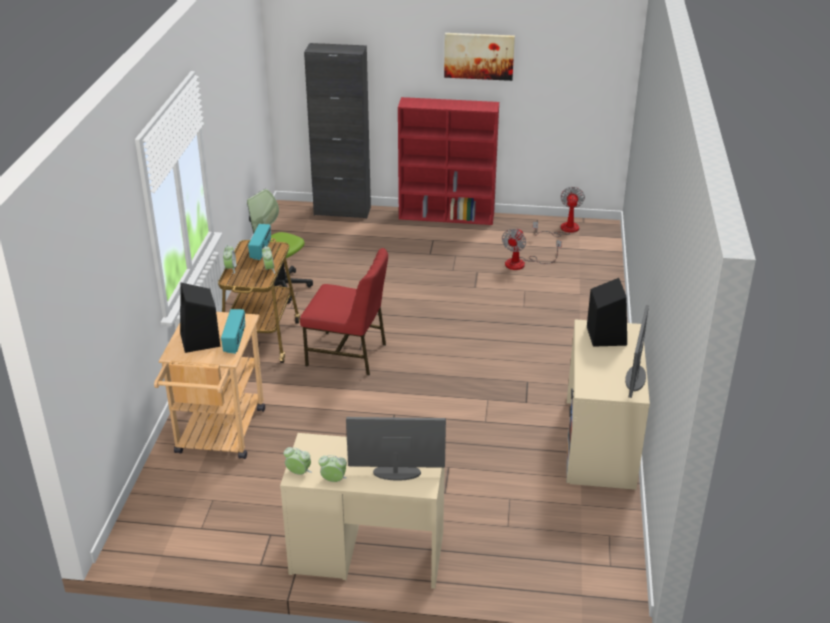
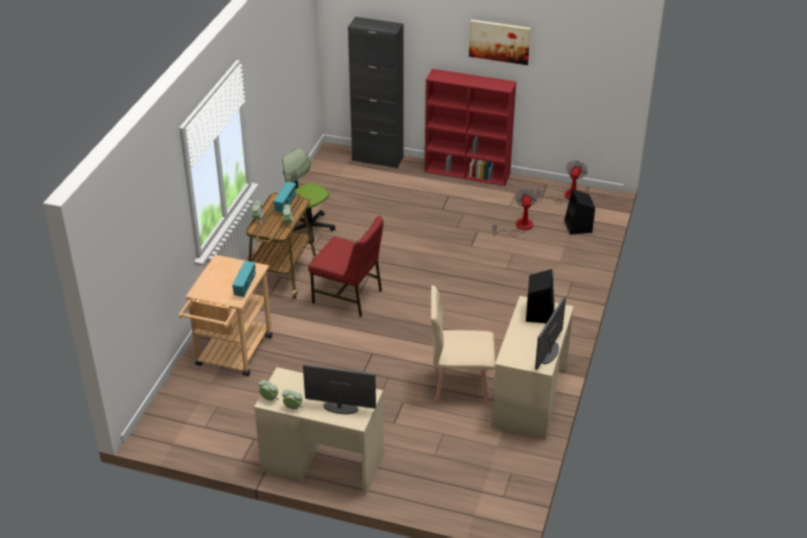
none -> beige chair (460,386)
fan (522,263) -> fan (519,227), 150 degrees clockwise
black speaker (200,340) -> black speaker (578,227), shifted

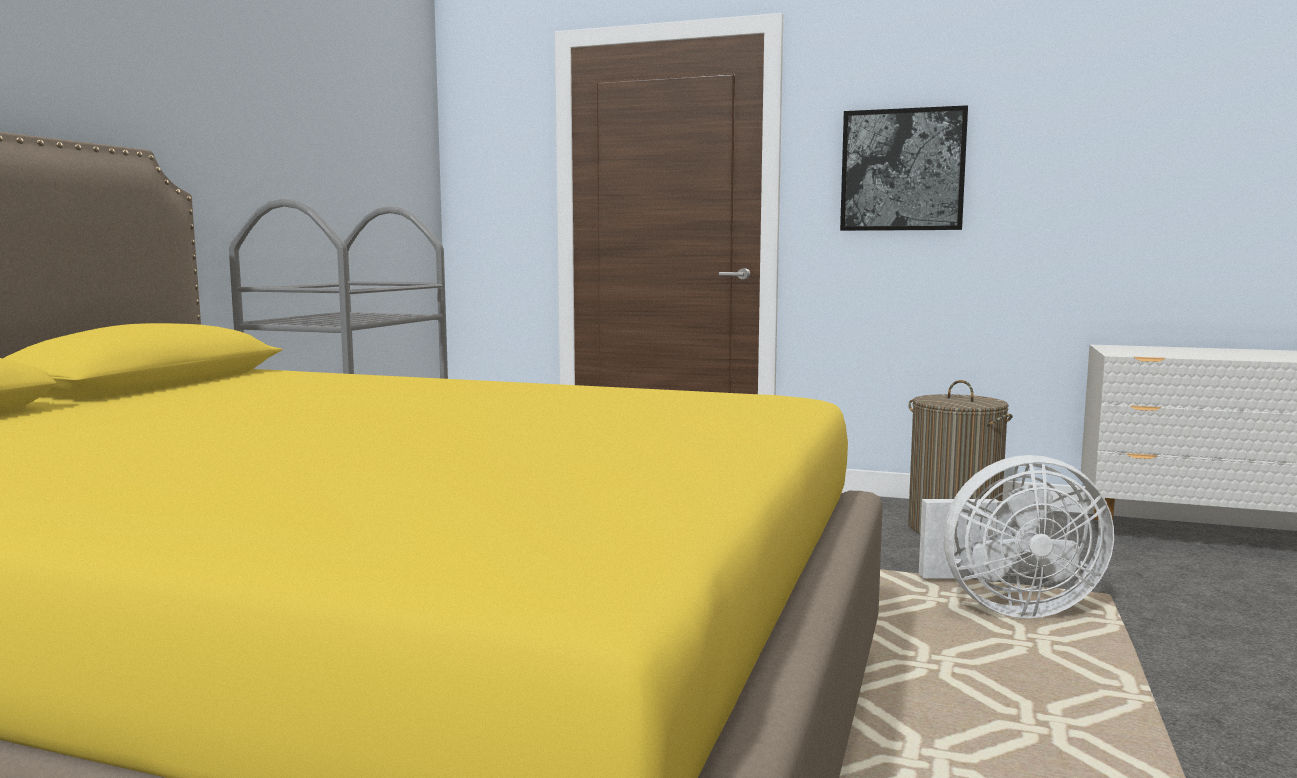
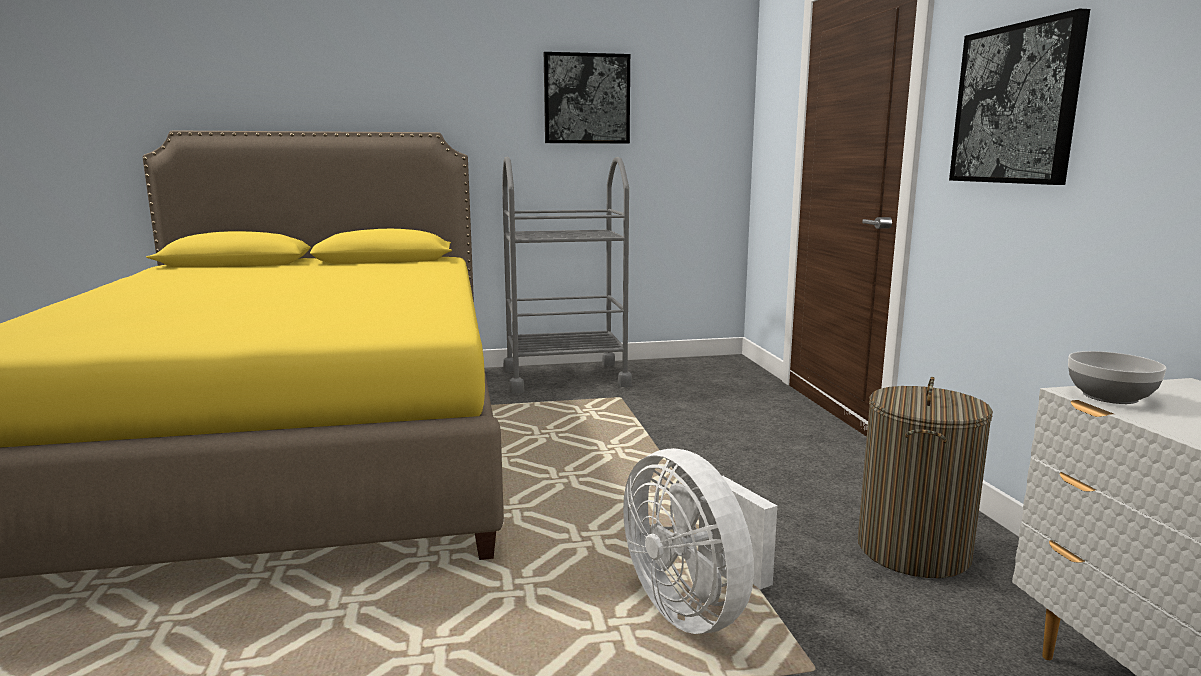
none -> picture (586,99)
none -> bowl (1109,396)

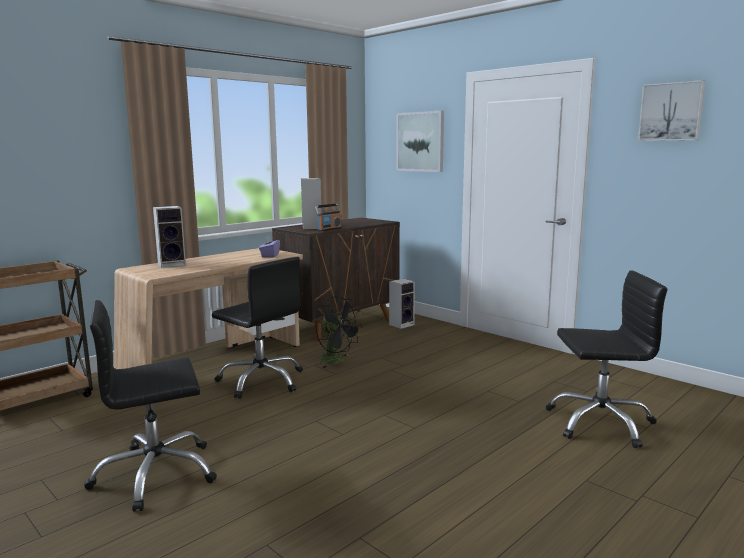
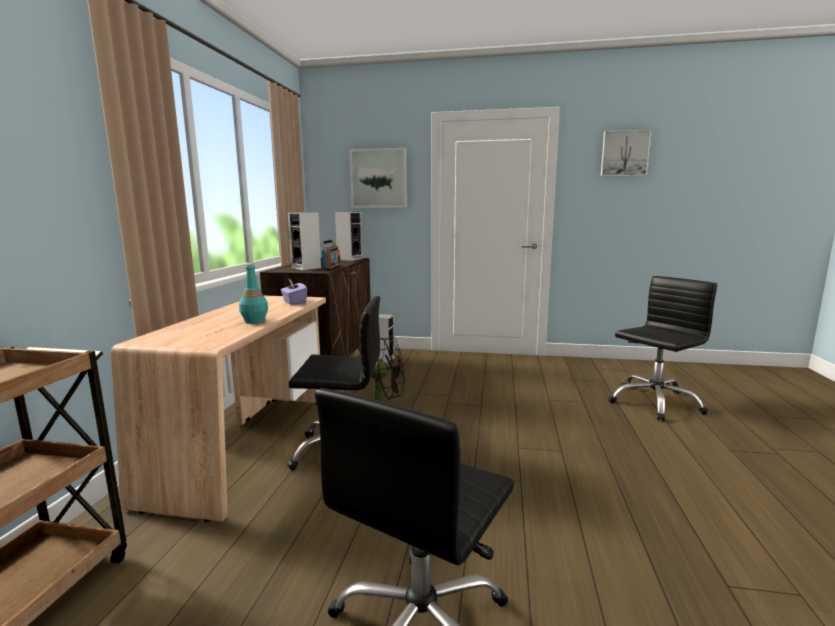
none -> turquoise bottle (255,321)
speaker (172,264) -> speaker (350,259), shifted

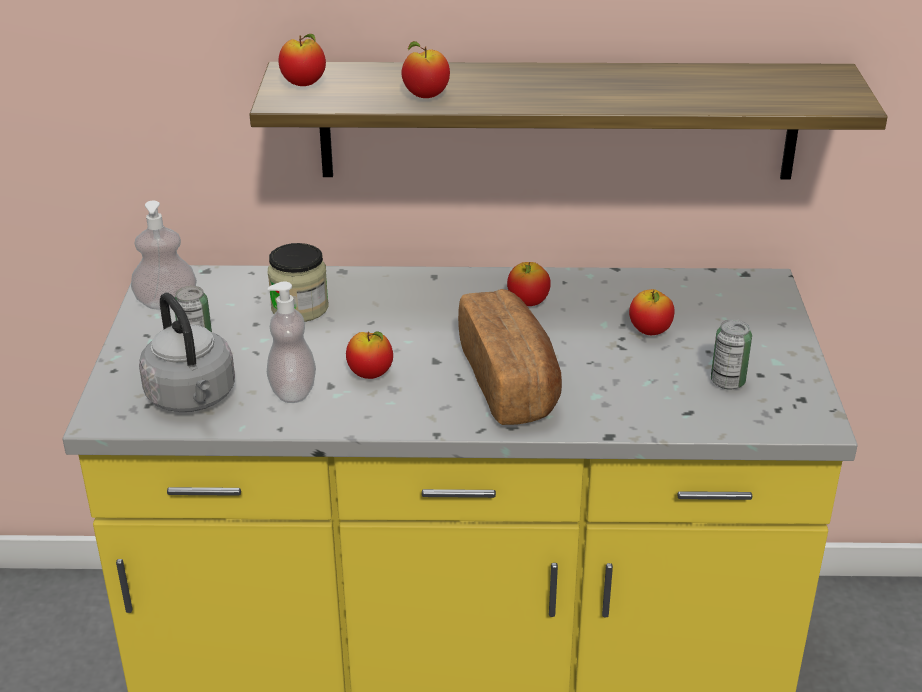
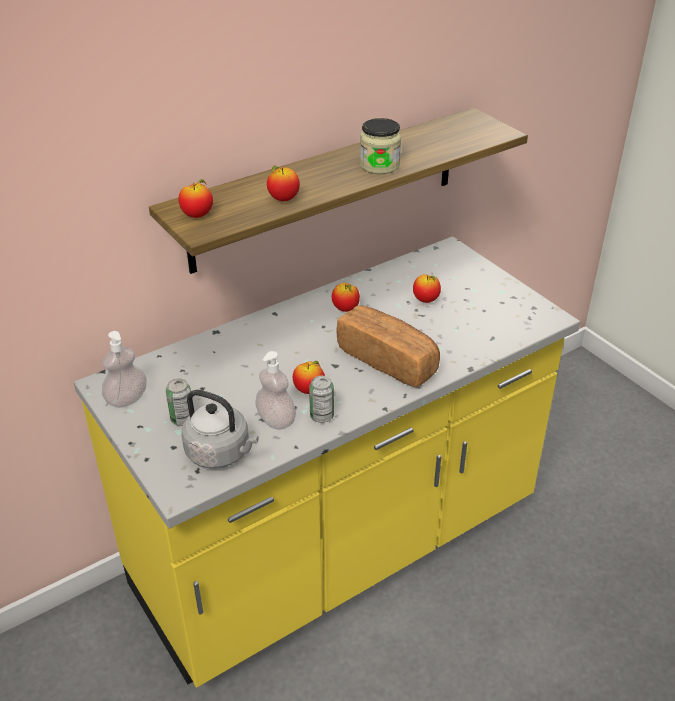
can (727,382) -> can (322,416), shifted
jar (300,308) -> jar (379,165), shifted

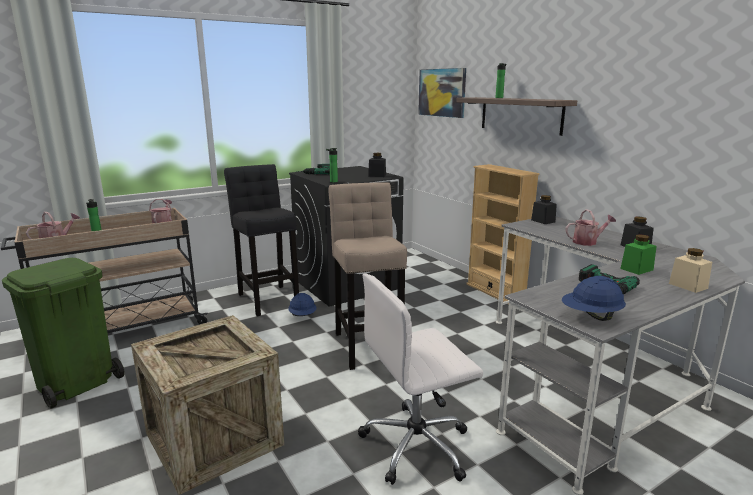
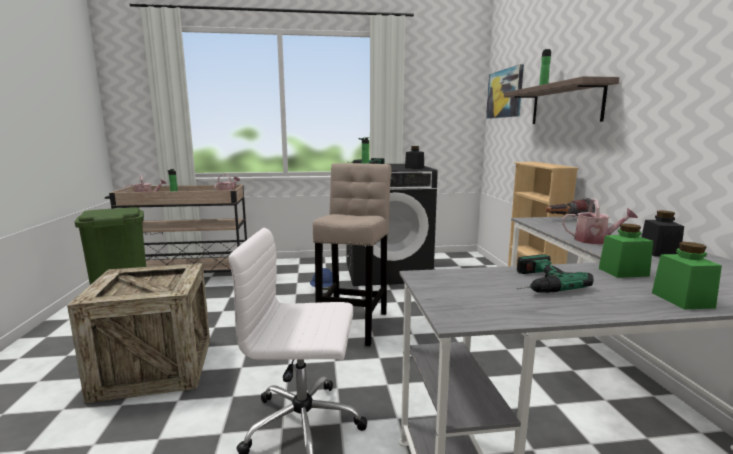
black jar (543,221) -> flashlight (567,219)
beige jar (688,286) -> green jar (682,300)
black stool (268,299) -> none
blue hard hat (591,316) -> none

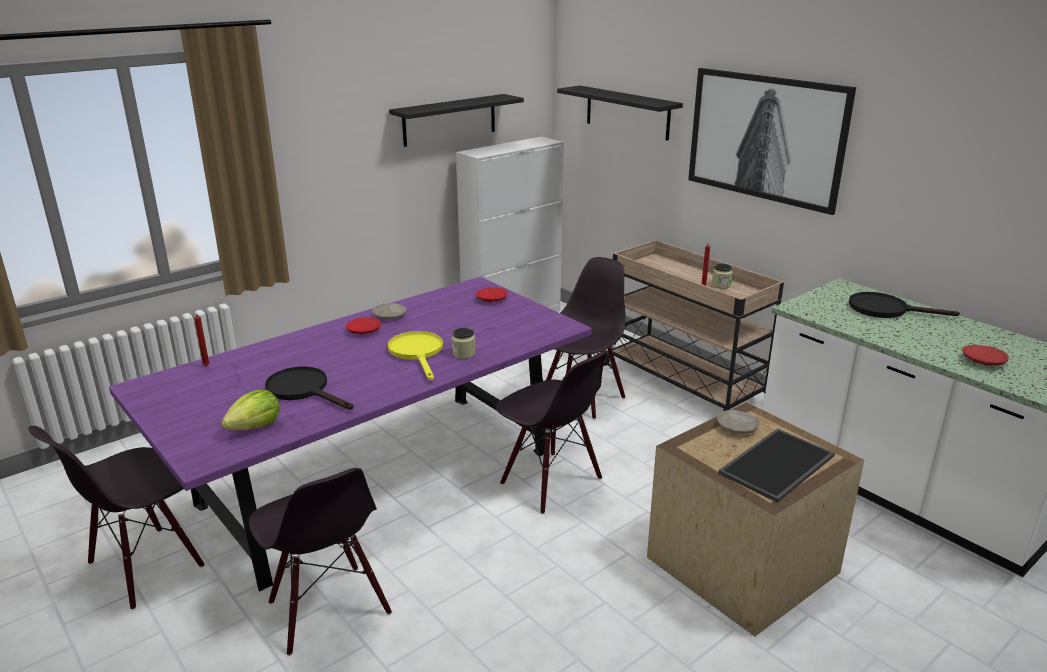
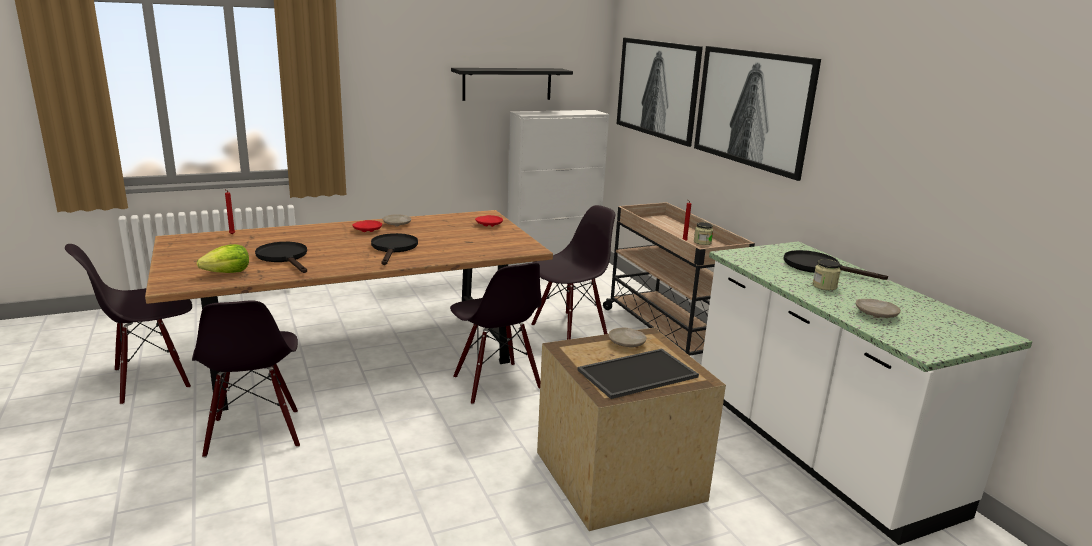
purple dining table (378,477) -> brown dining table (360,355)
yellow frying pan (418,353) -> black frying pan (394,248)
black shelf (627,112) -> picture (658,89)
jar (464,354) -> jar (824,286), shifted
red plate (983,361) -> beige plate (876,314)

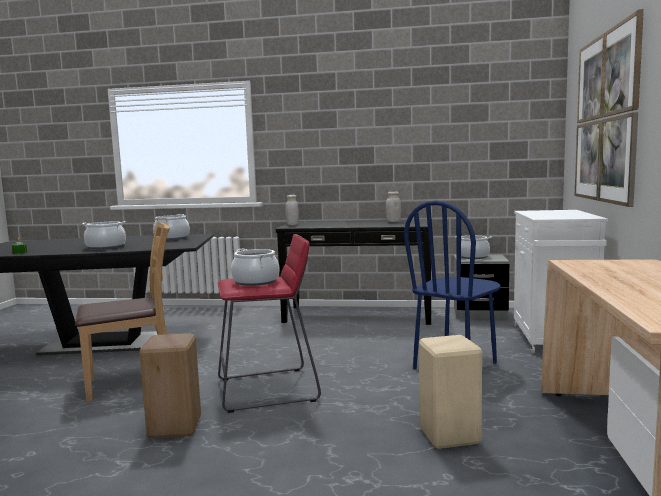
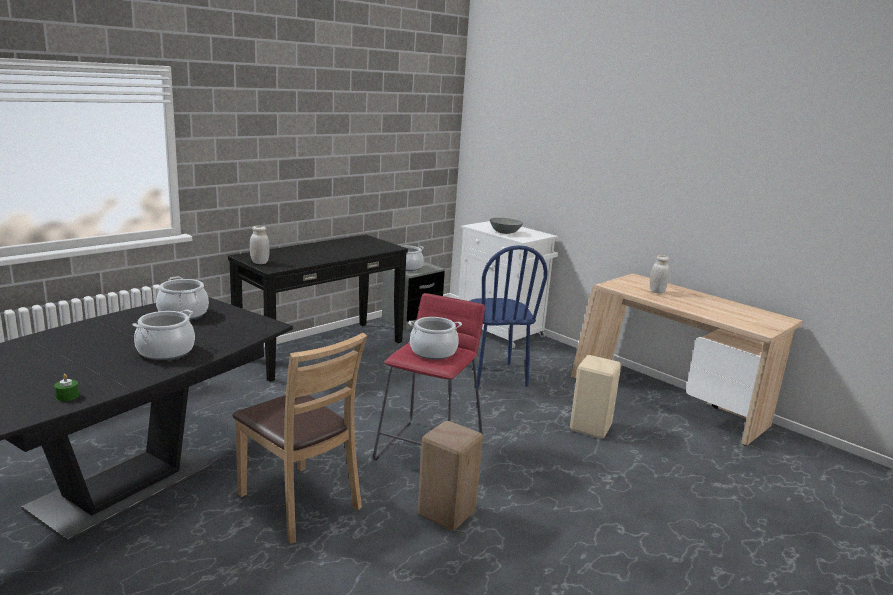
brown chair (133,382) -> brown chair (299,502), 120 degrees clockwise
none -> grey bowl (505,232)
white jar (393,221) -> white jar (656,291), shifted
picture (606,118) -> none

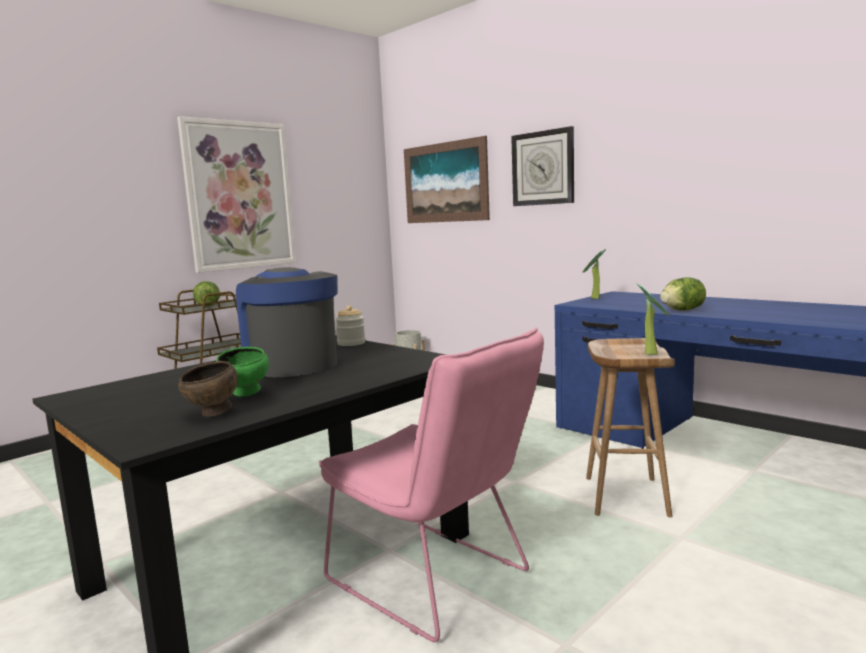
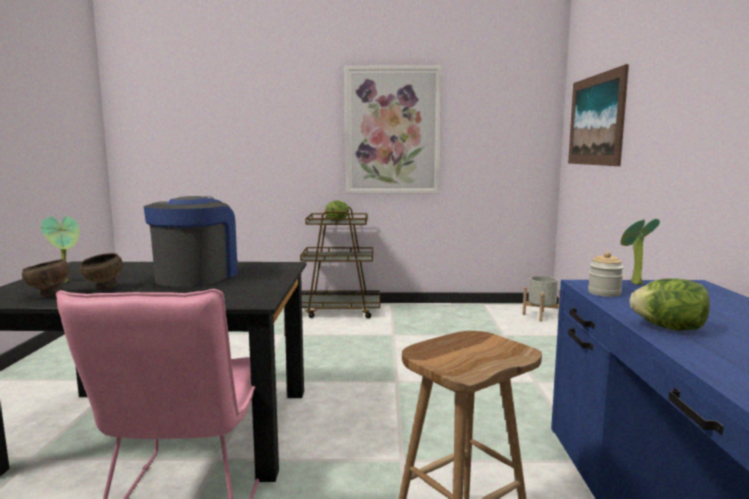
potted plant (652,353) -> potted plant (66,281), shifted
green bowl (246,394) -> brown bowl (104,289)
jar (351,343) -> jar (604,293), shifted
wall clock (543,168) -> none

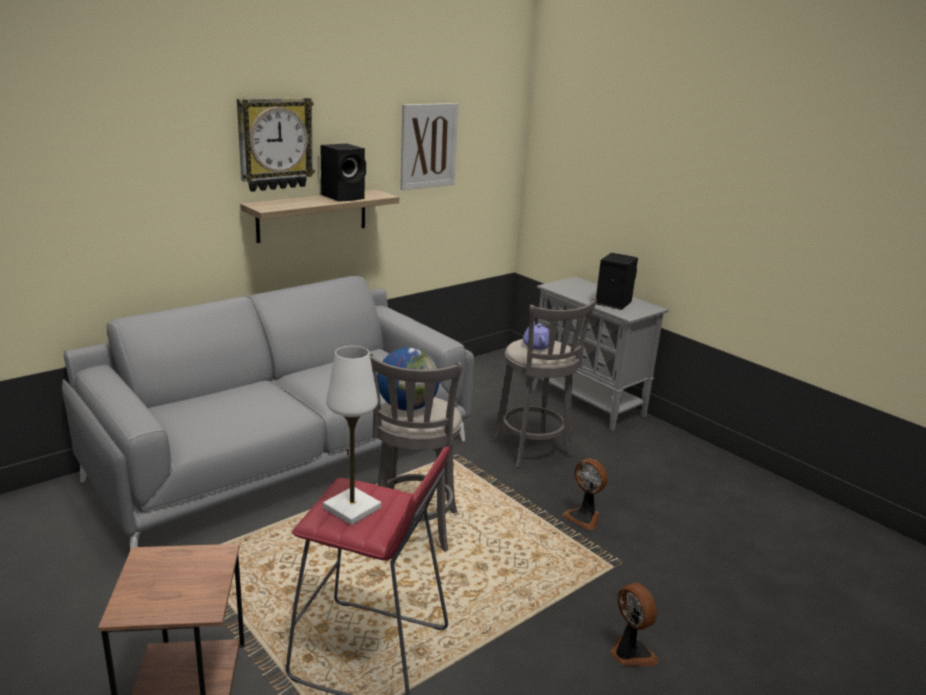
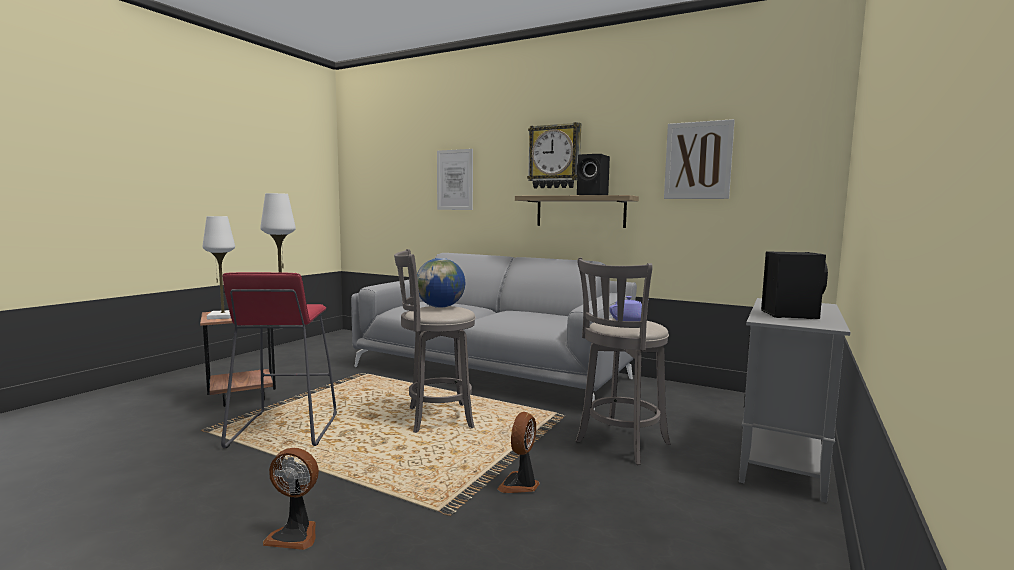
none -> white table lamp (223,316)
fan (630,653) -> fan (295,535), 60 degrees clockwise
none -> picture (455,180)

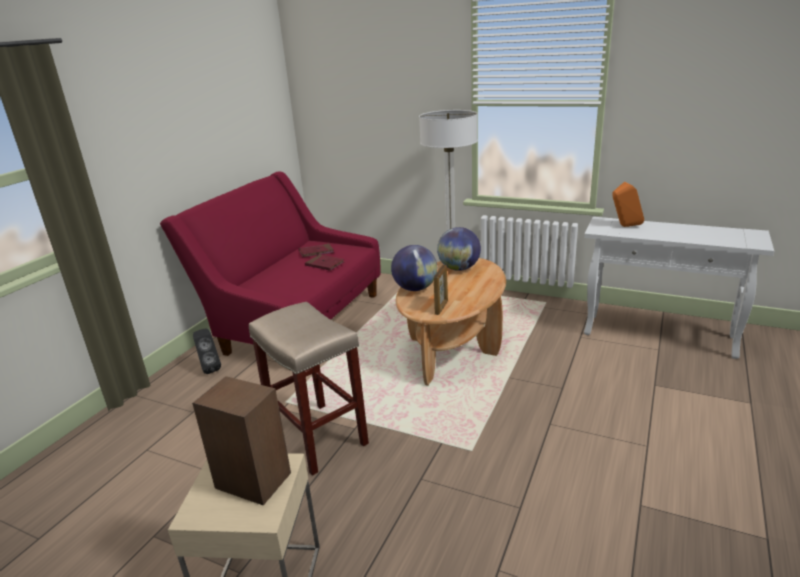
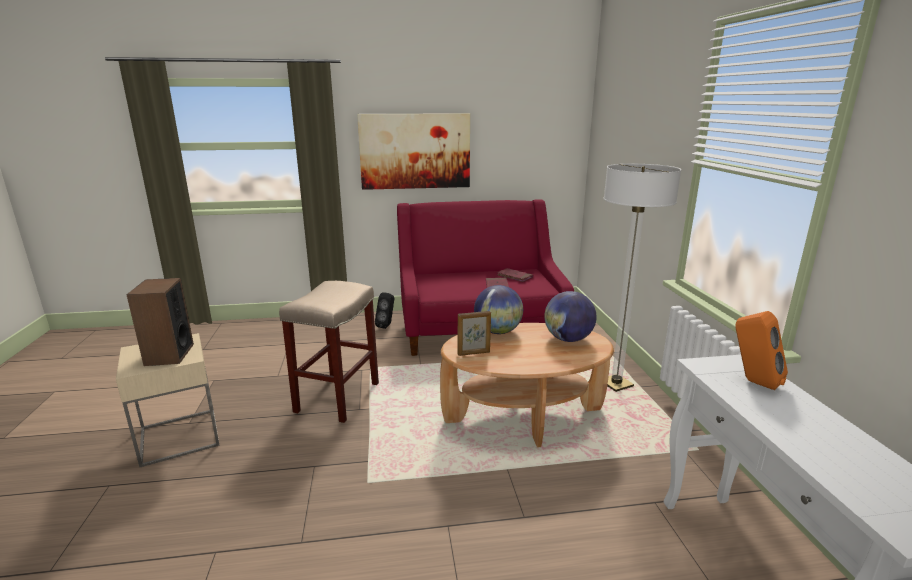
none -> picture (415,151)

